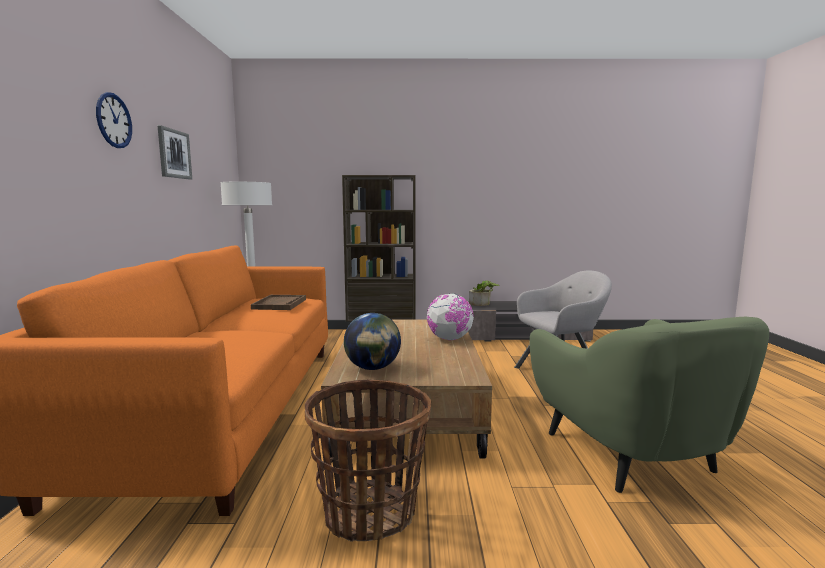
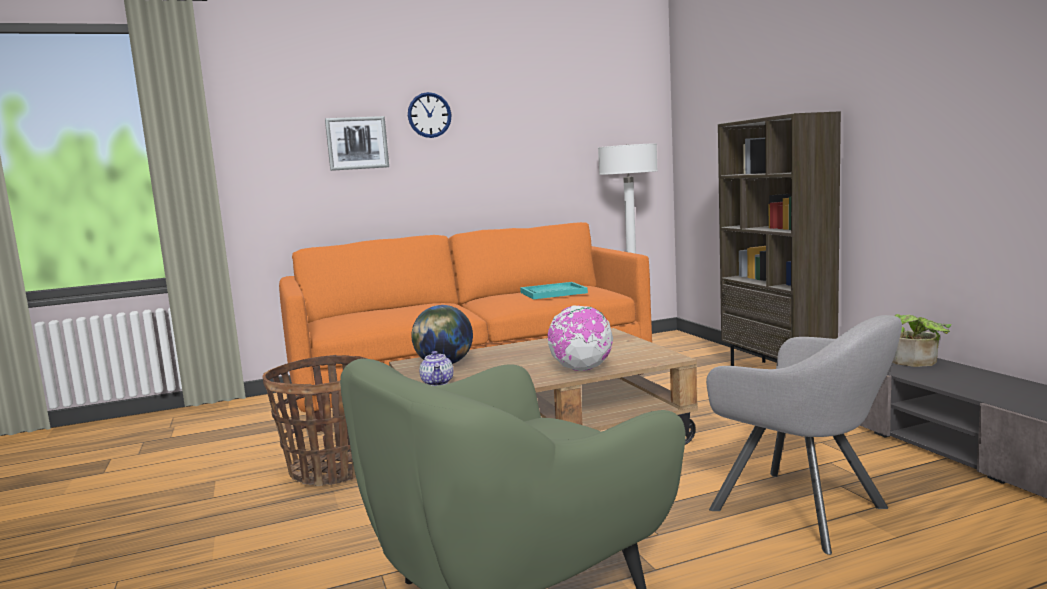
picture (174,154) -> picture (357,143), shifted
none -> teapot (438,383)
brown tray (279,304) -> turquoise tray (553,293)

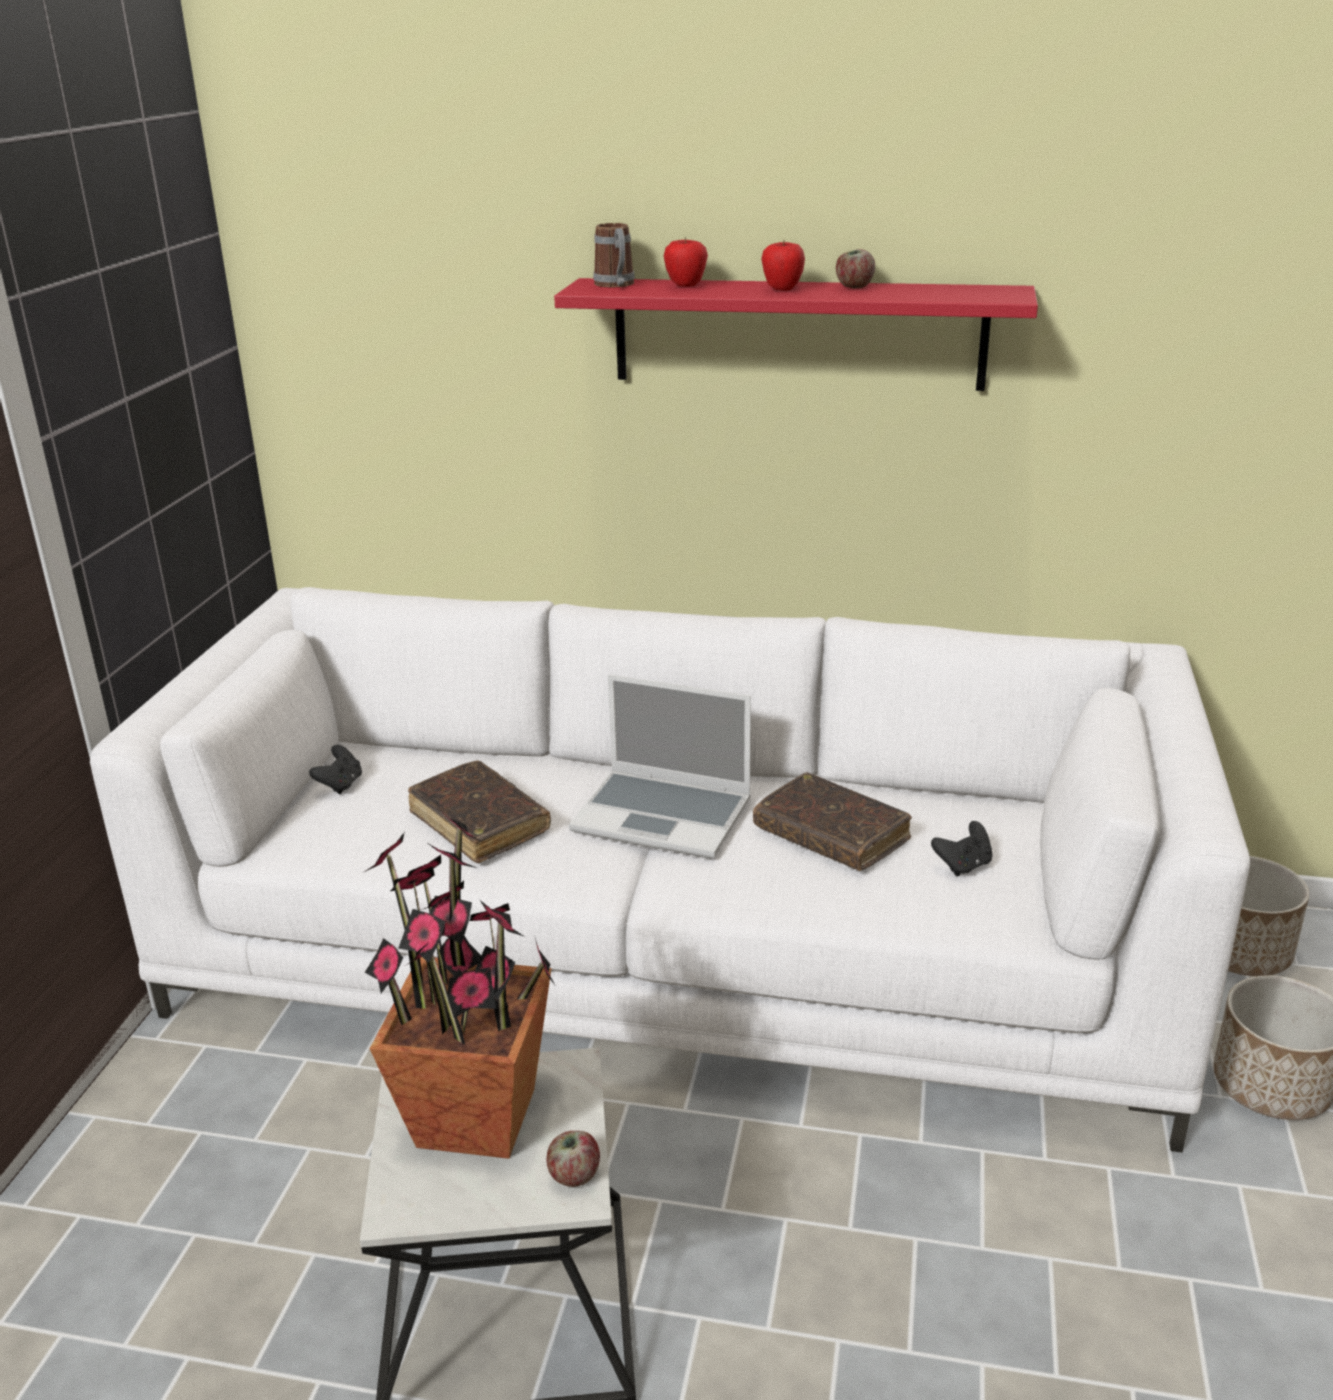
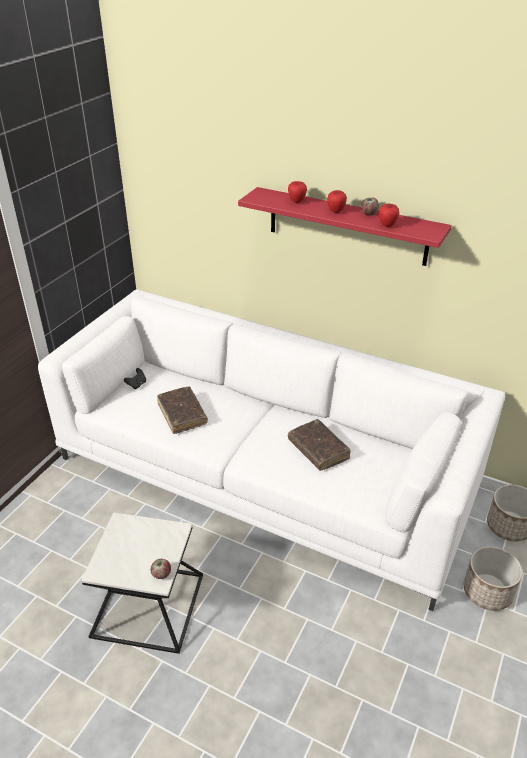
none -> apple (387,225)
potted plant (476,1119) -> none
laptop (665,816) -> none
mug (616,285) -> none
black game controller (963,866) -> none

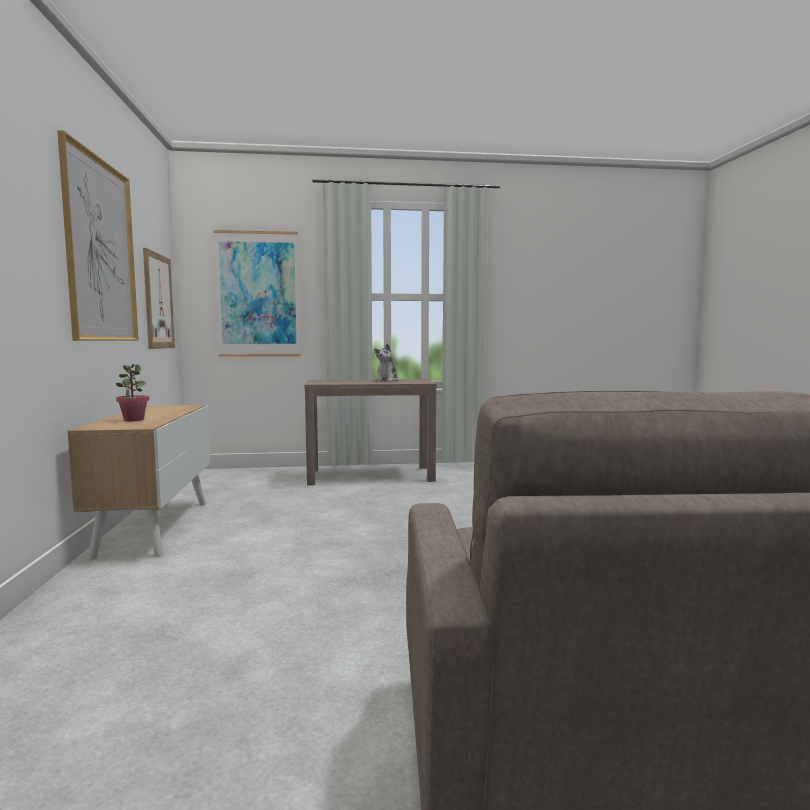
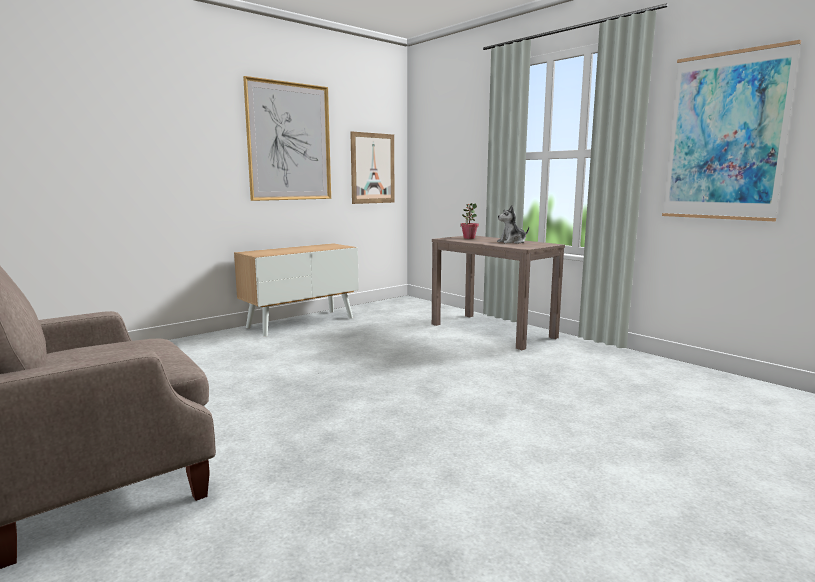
potted plant (133,420) -> potted plant (469,238), shifted
picture (258,294) -> picture (725,137), shifted

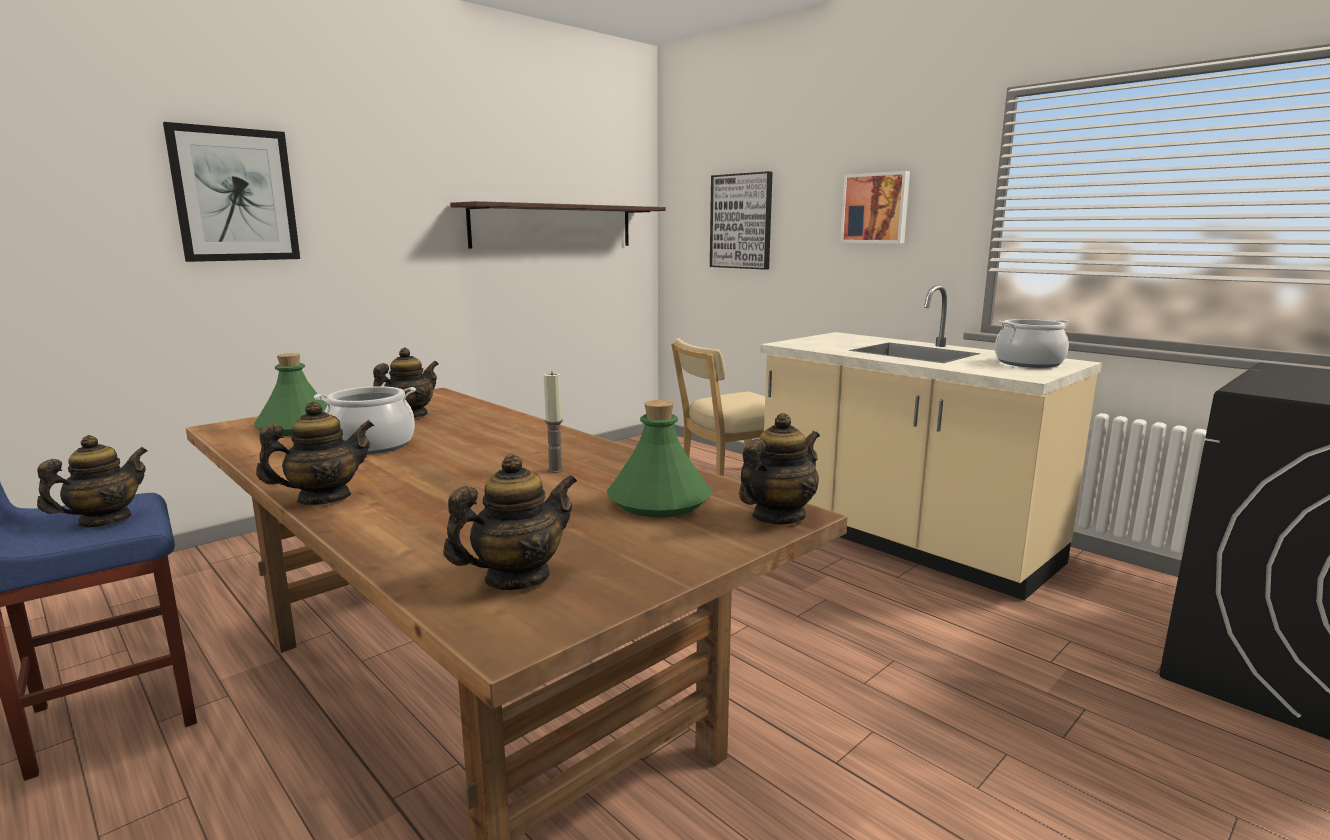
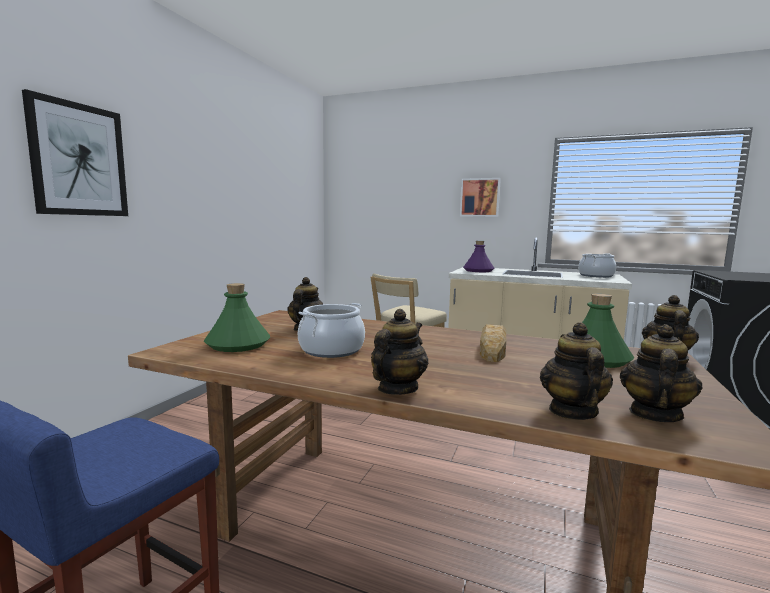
none -> purple bottle (478,271)
candle (555,470) -> bread (492,350)
teapot (104,521) -> teapot (572,411), shifted
shelf (554,226) -> none
picture (741,221) -> none

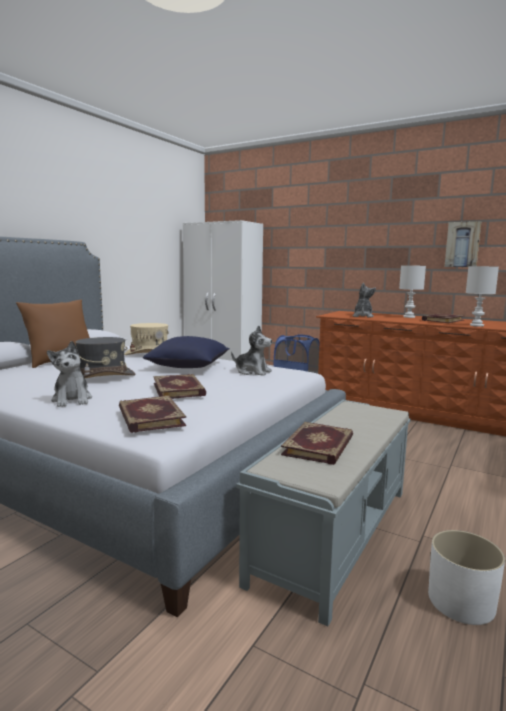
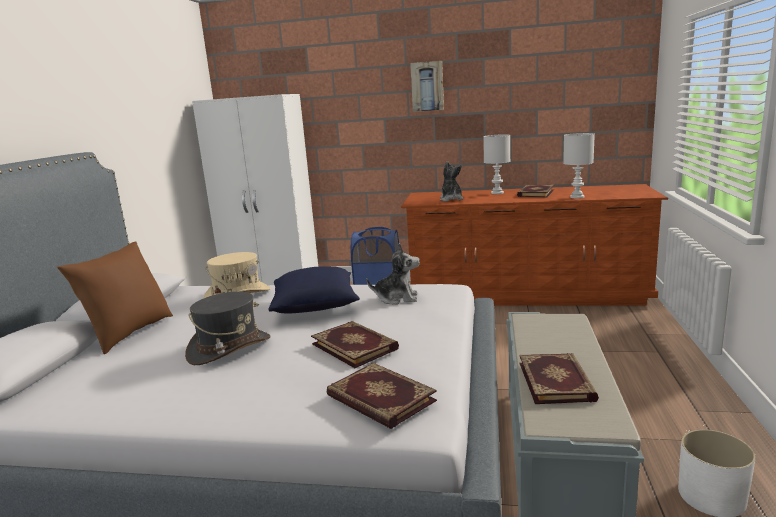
picture (462,244) -> picture (427,86), shifted
plush toy (72,400) -> none

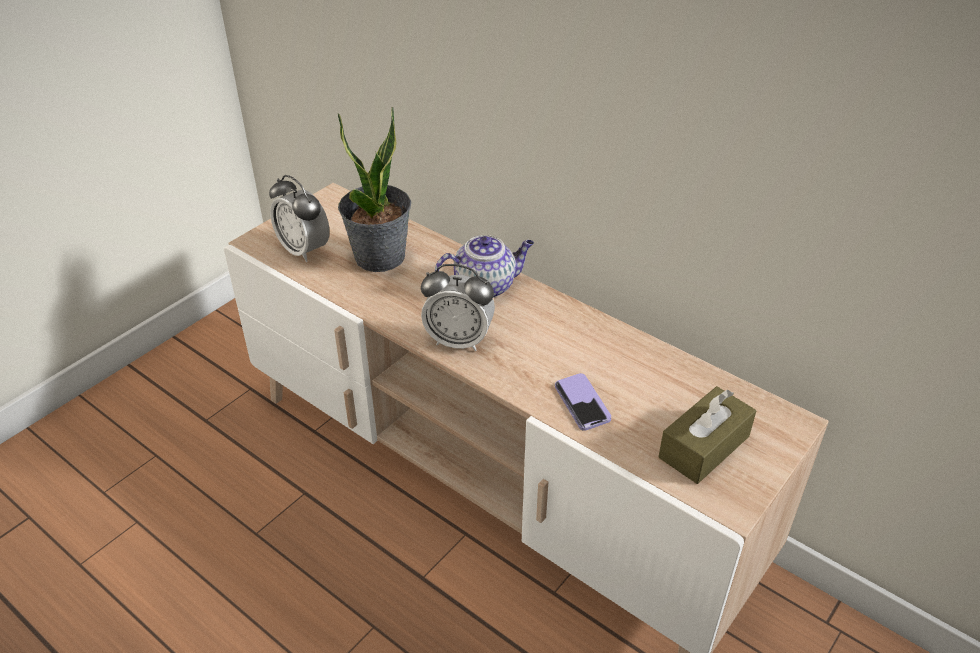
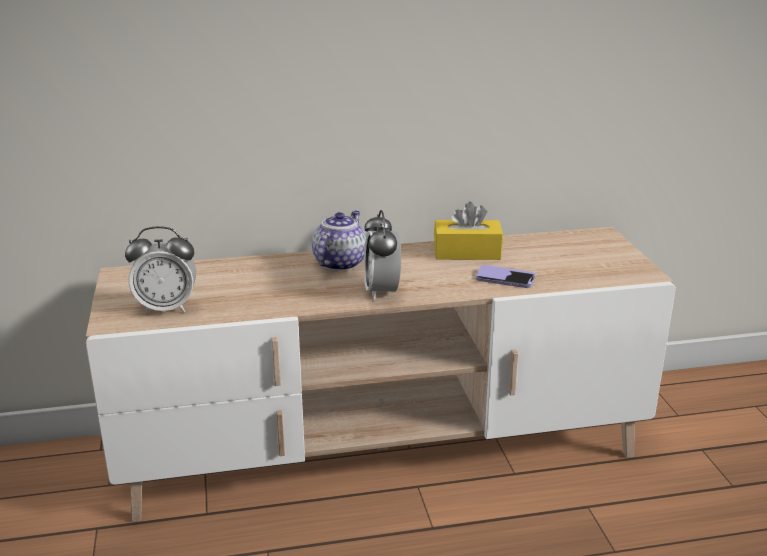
alarm clock (459,340) -> alarm clock (381,291), 120 degrees clockwise
none -> yellow tissue box (467,252)
potted plant (380,257) -> none
brown tissue box (704,447) -> none

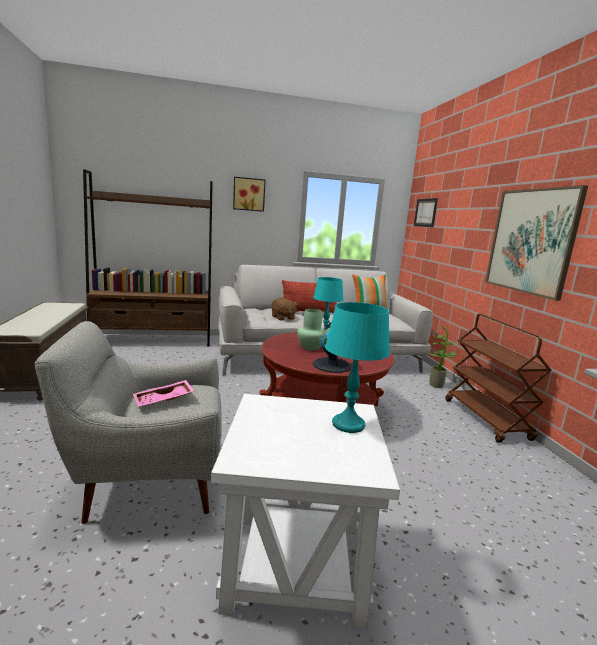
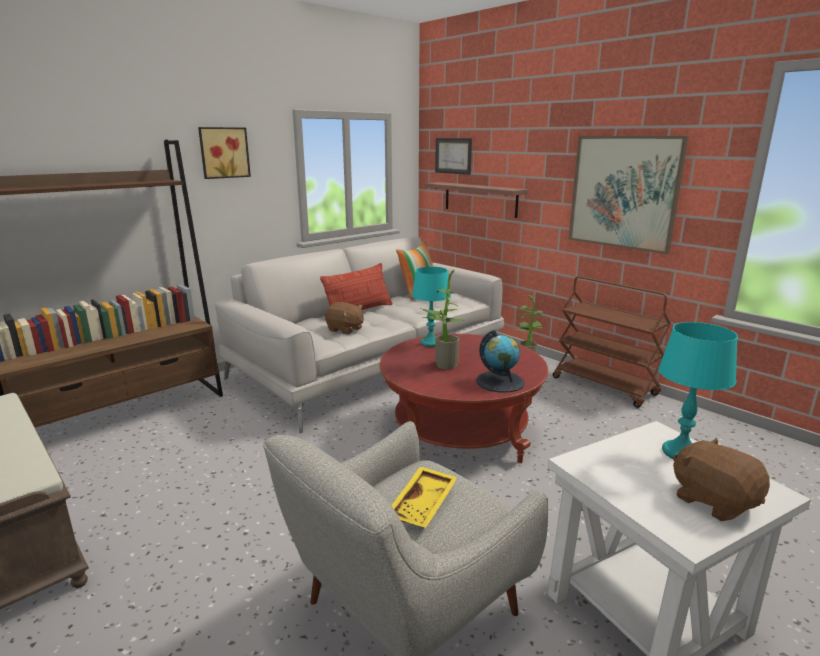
pink tray (164,400) -> yellow tray (424,505)
green vase (310,347) -> potted plant (443,365)
none -> shelf (480,199)
none -> brown plush toy (713,501)

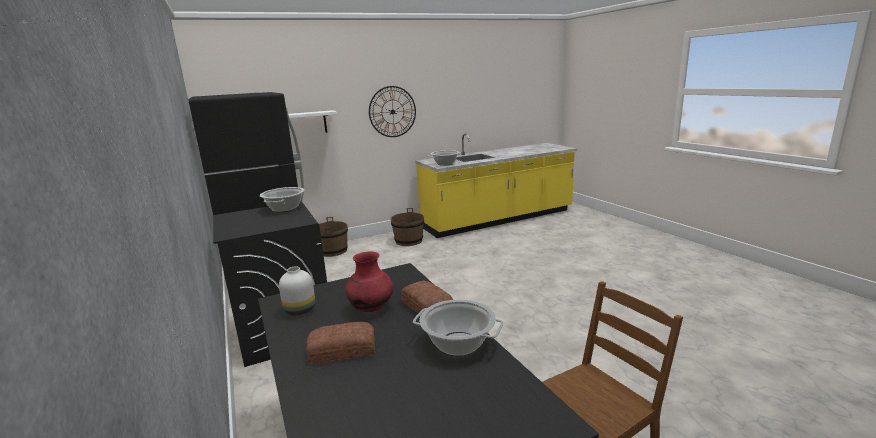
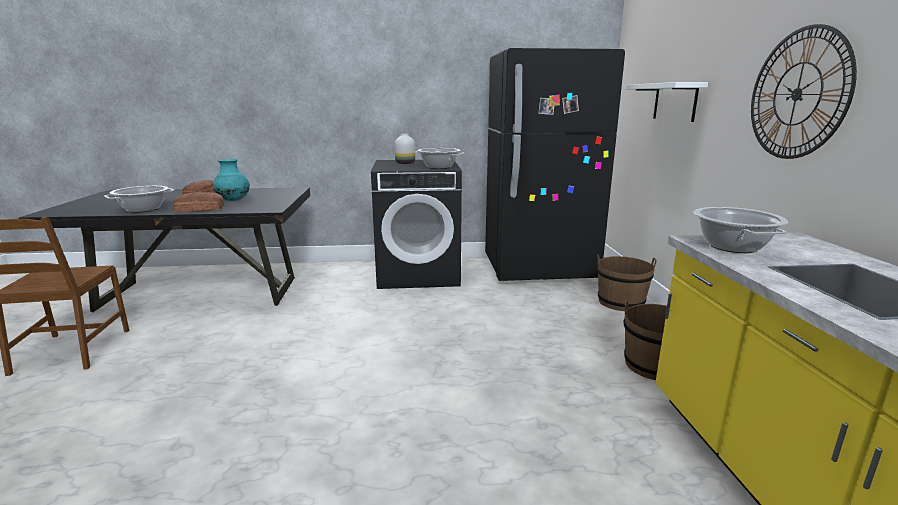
red vase (371,308) -> turquoise vase (233,200)
white vase (300,309) -> white vase (405,163), shifted

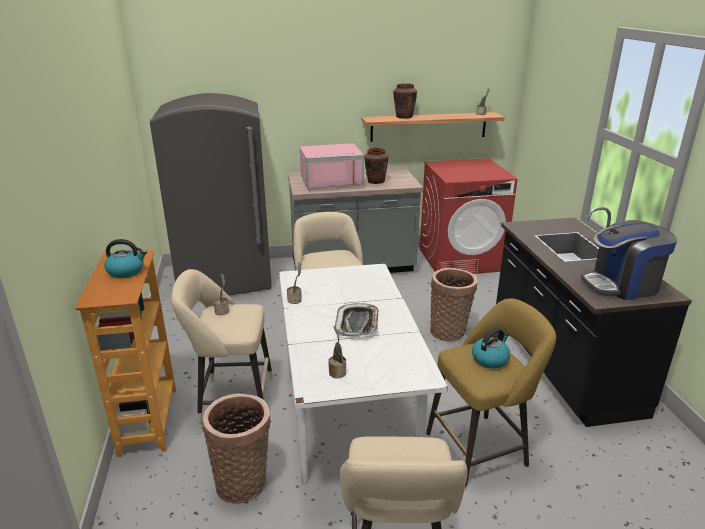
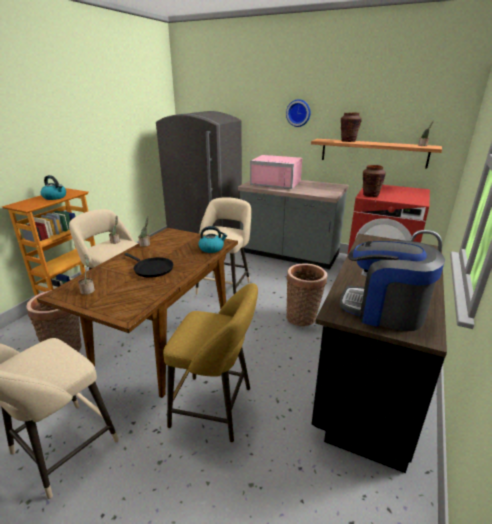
white dining table (349,418) -> brown dining table (163,344)
tray (357,324) -> black frying pan (151,269)
kettle (490,359) -> kettle (212,248), shifted
none -> wall clock (298,113)
brown vase (375,181) -> brown vase (370,195), shifted

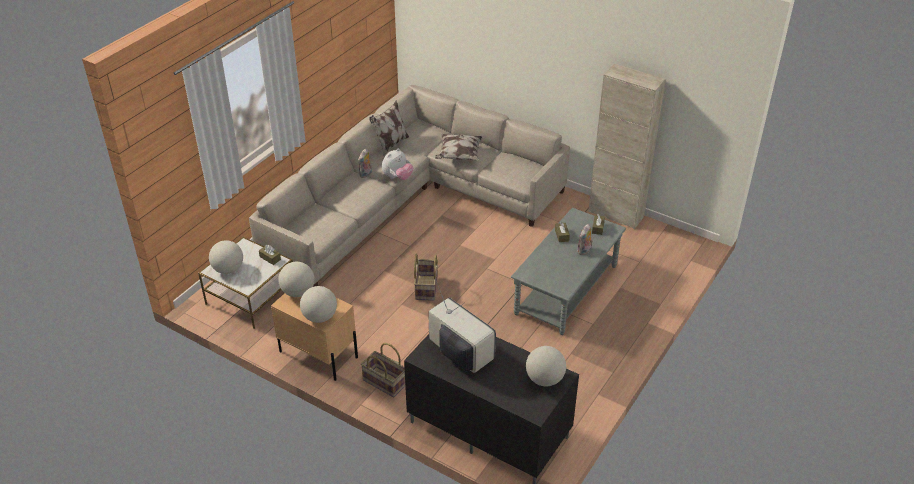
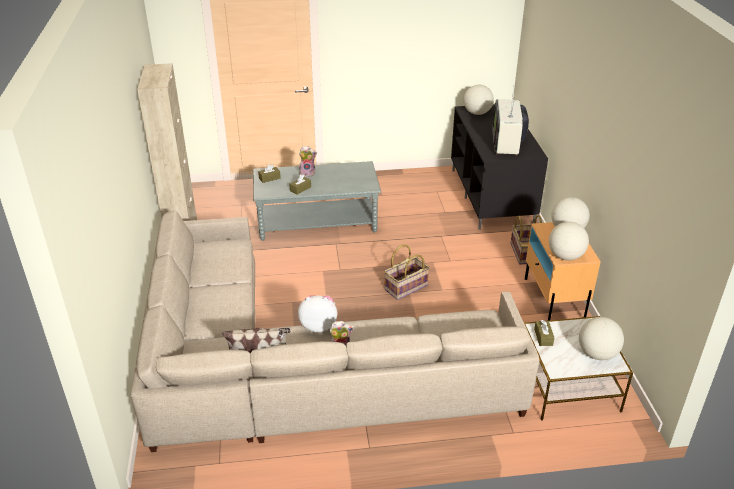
pillow (458,155) -> none

